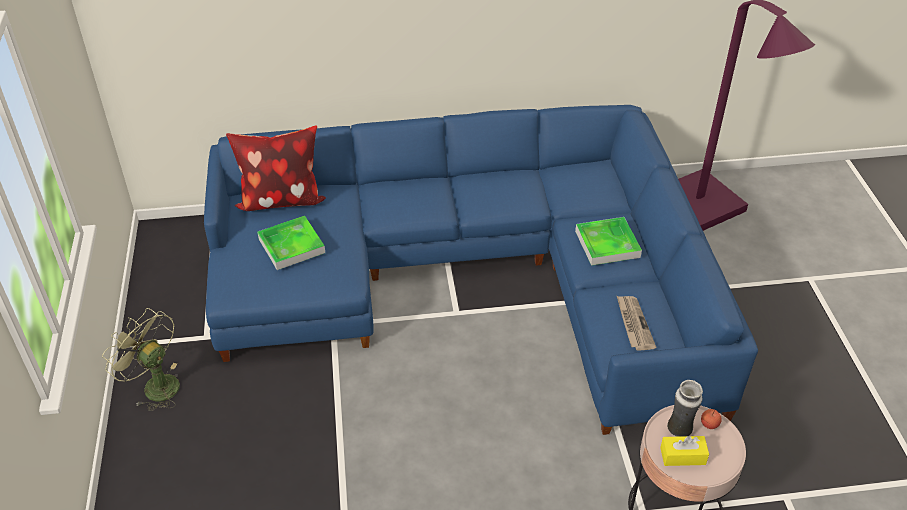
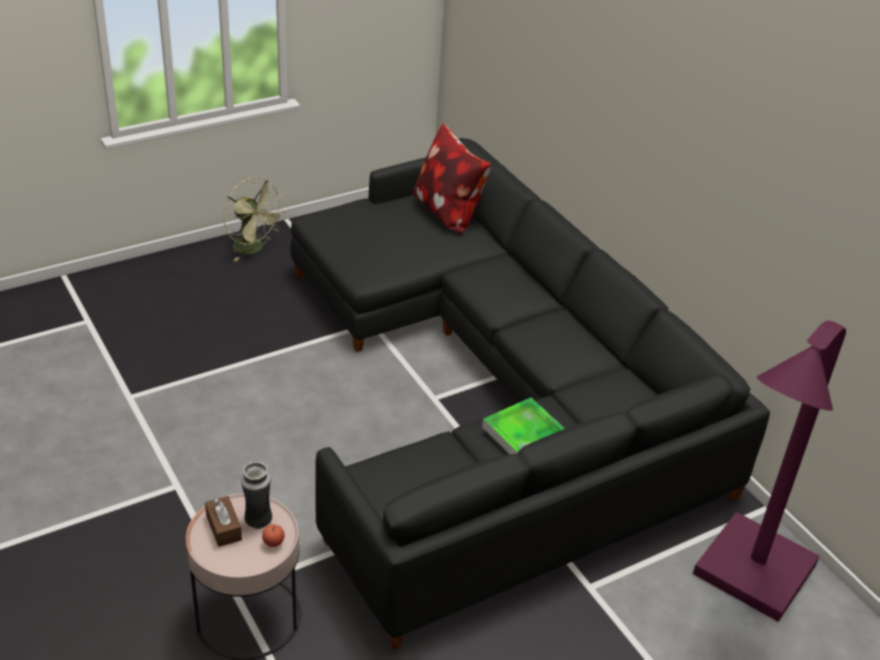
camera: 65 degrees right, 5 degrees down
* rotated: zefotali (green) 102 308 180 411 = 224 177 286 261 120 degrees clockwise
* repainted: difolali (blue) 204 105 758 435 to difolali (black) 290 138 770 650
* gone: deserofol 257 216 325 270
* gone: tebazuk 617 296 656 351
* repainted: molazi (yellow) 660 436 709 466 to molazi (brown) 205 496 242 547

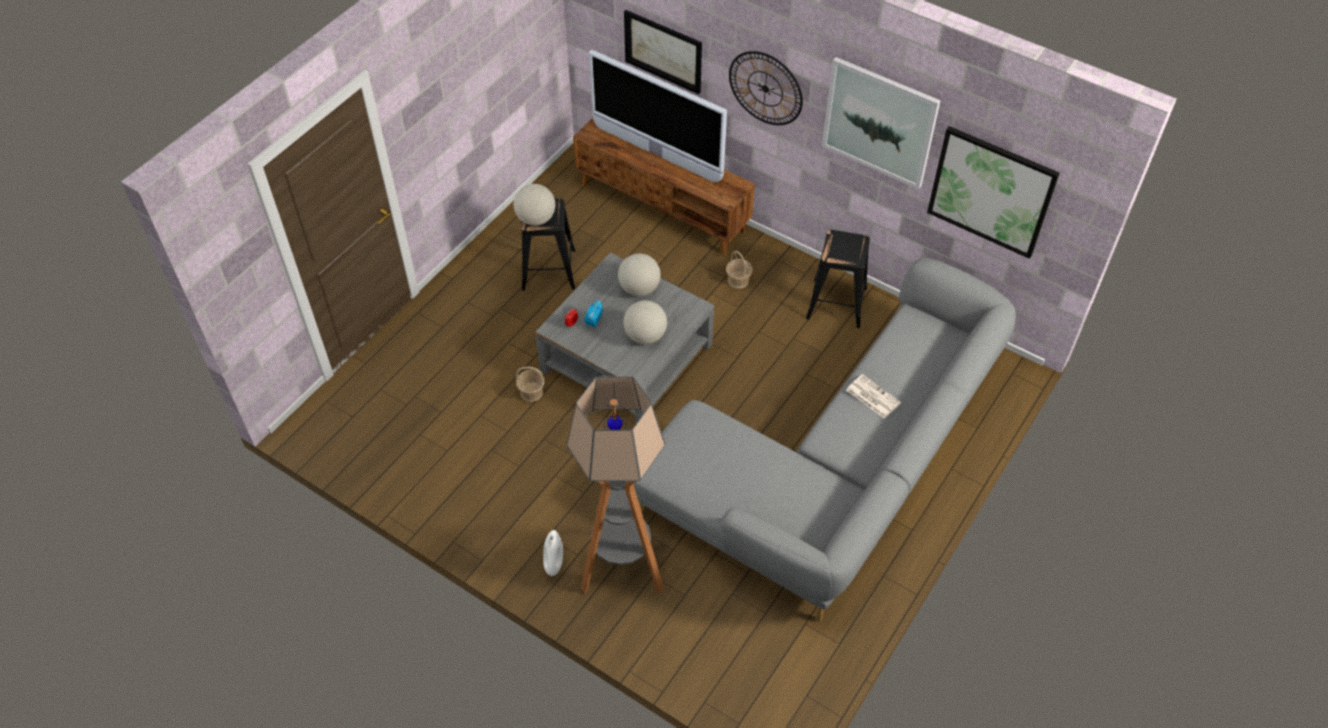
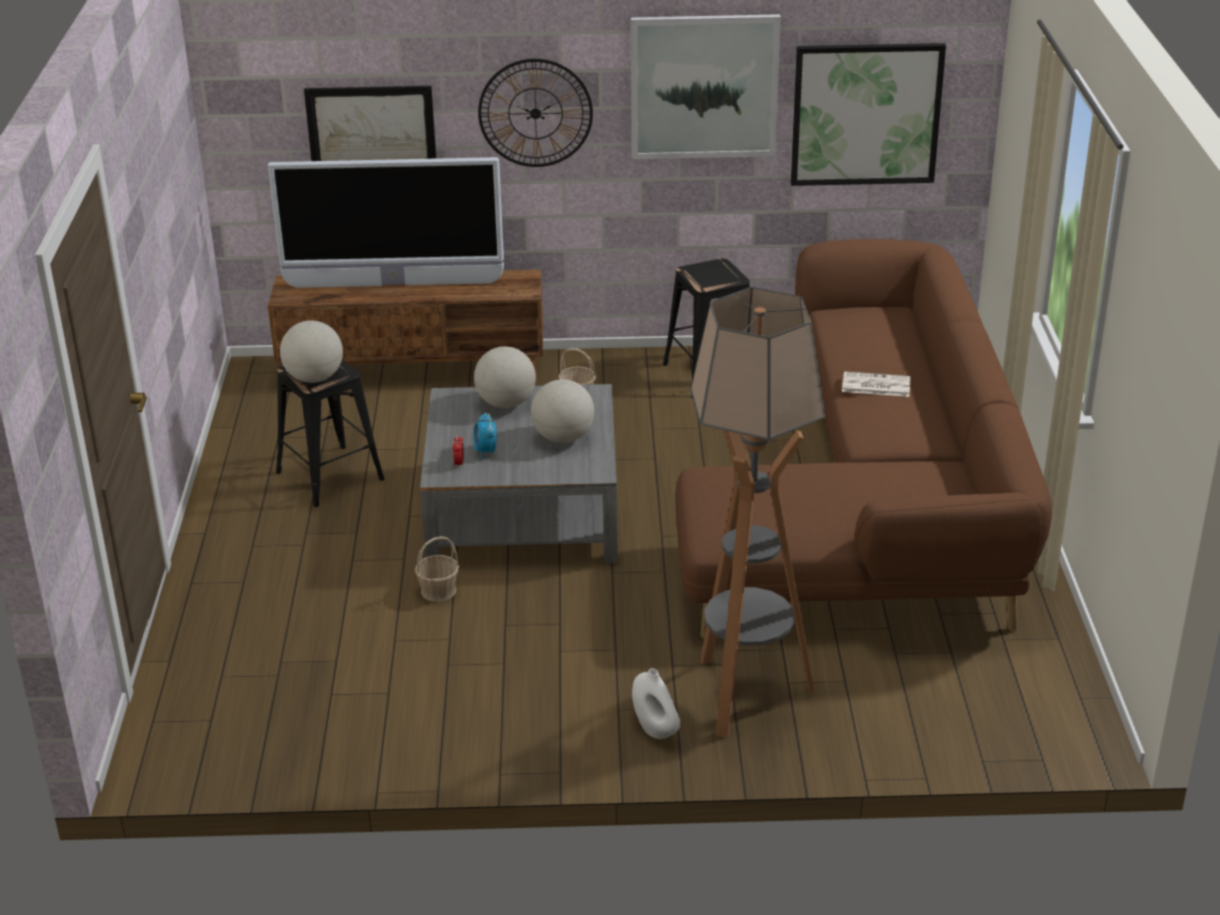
camera: 35 degrees left, 20 degrees down
* repainted: difolali (grey) 634 257 1016 622 to difolali (brown) 675 239 1052 639

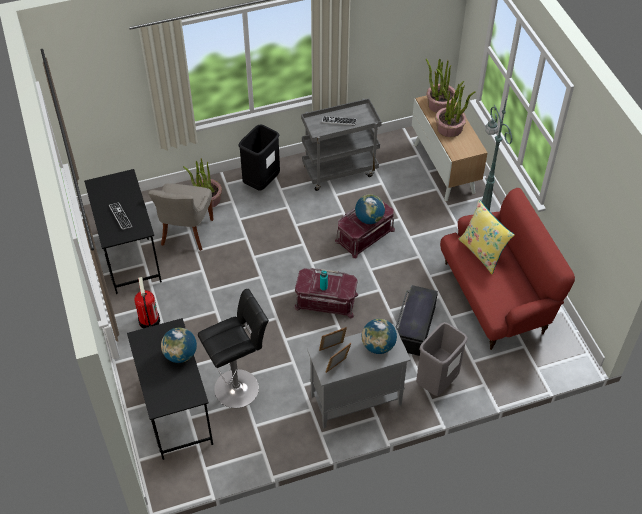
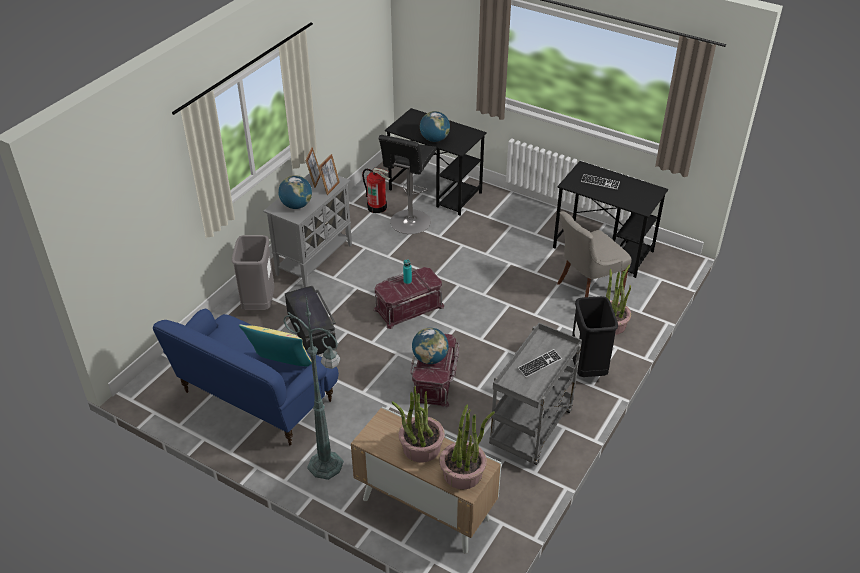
camera: 140 degrees right, 10 degrees down
* shifted: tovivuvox 134 277 160 329 to 362 168 391 213
* rotated: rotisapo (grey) 148 183 214 251 = 557 211 631 297 90 degrees counterclockwise
* repainted: difolali (red) 440 188 575 350 to difolali (blue) 153 309 339 446

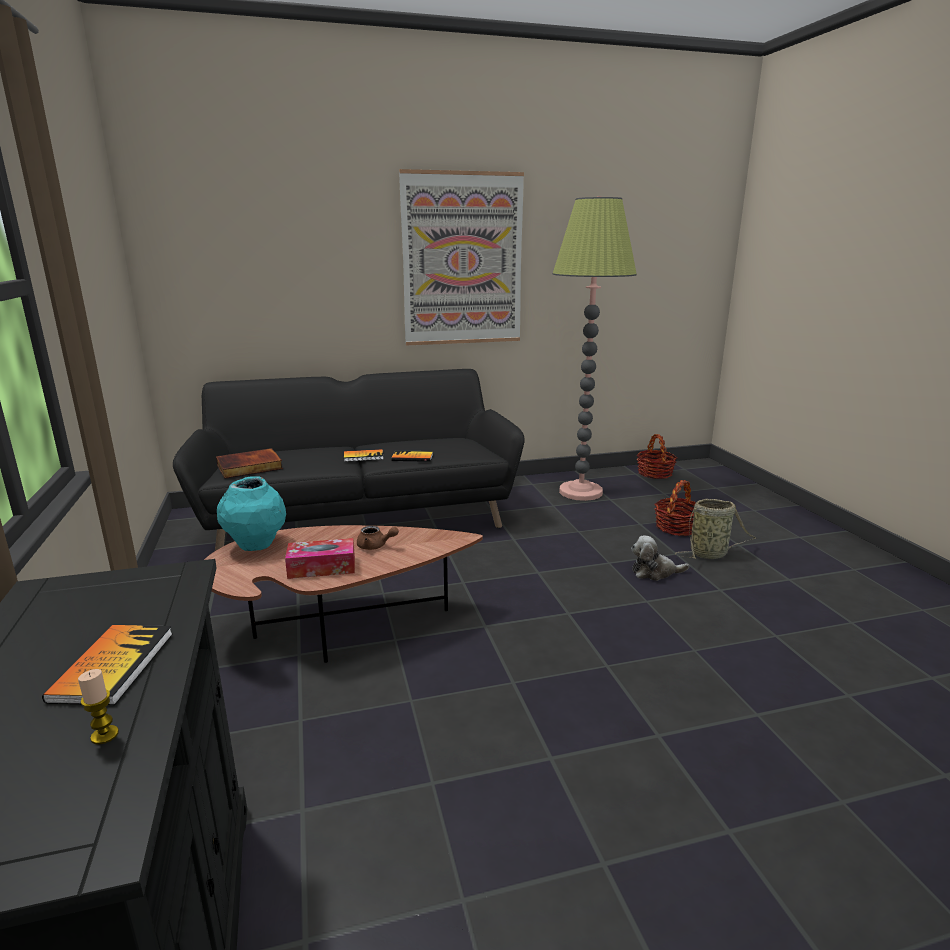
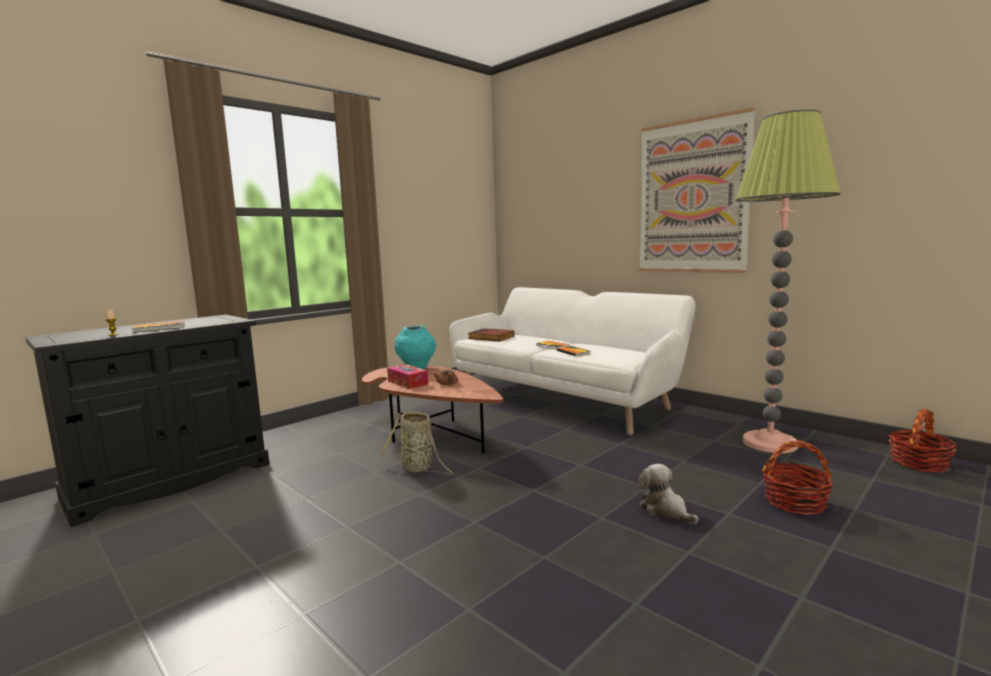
camera: 60 degrees right, 10 degrees down
* repainted: difolali (black) 173 369 525 551 to difolali (white) 450 287 696 435
* shifted: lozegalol 675 499 756 559 to 380 412 455 475

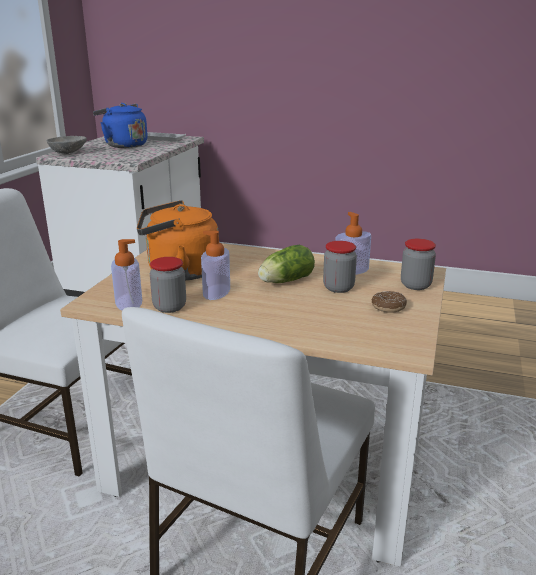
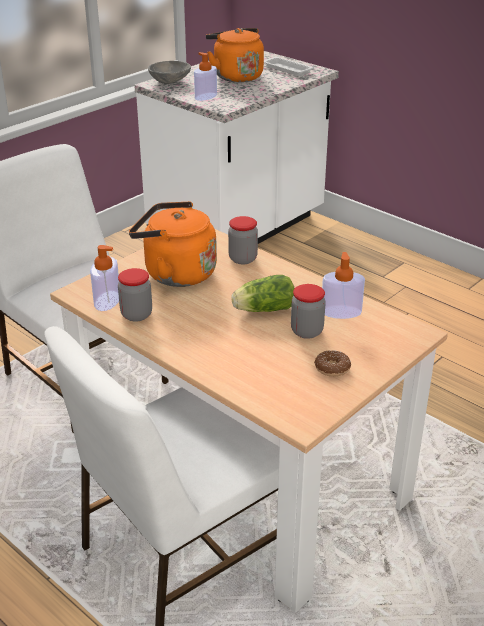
camera: 25 degrees right, 10 degrees up
* repainted: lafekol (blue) 93 103 148 148 to lafekol (orange) 206 28 264 82
* shifted: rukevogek 201 231 230 300 to 194 52 217 101
* shifted: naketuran 401 239 436 290 to 228 216 258 264

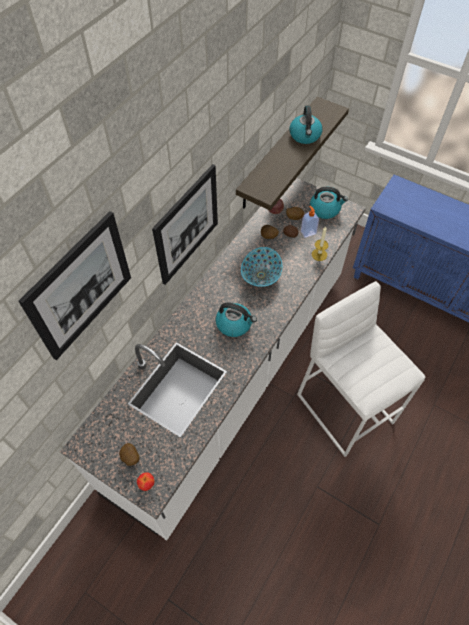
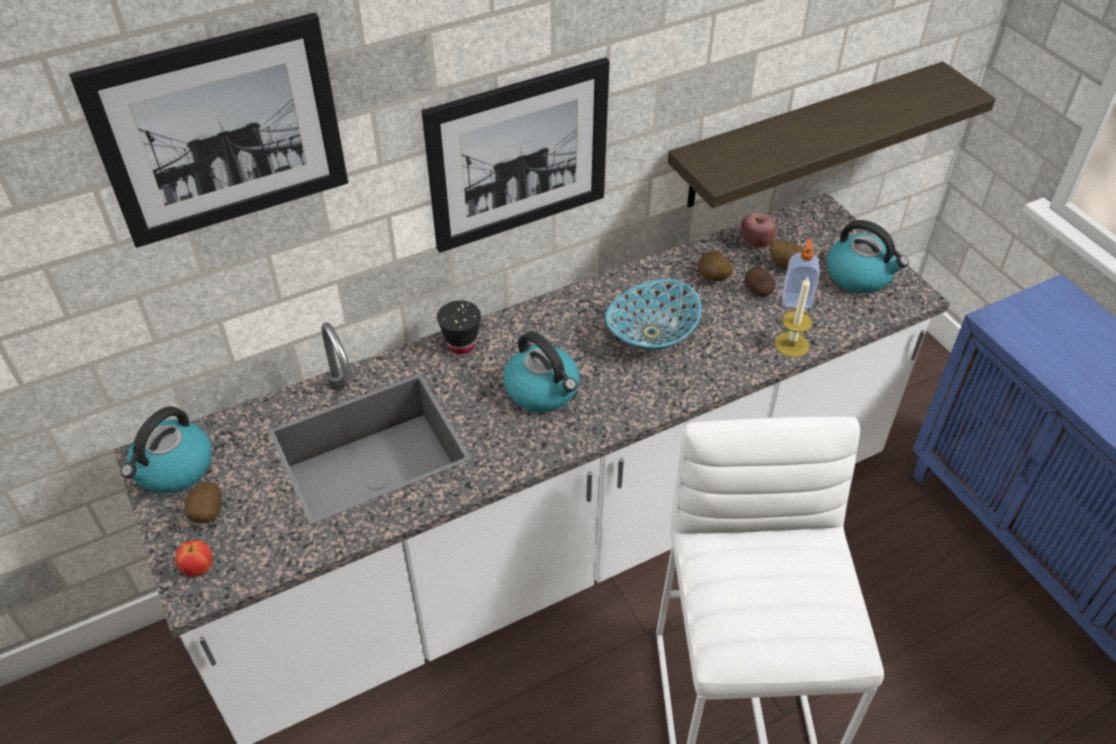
camera: 30 degrees right, 10 degrees down
* shifted: lafekol 289 106 323 144 to 121 406 212 493
* new: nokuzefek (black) 437 300 481 354

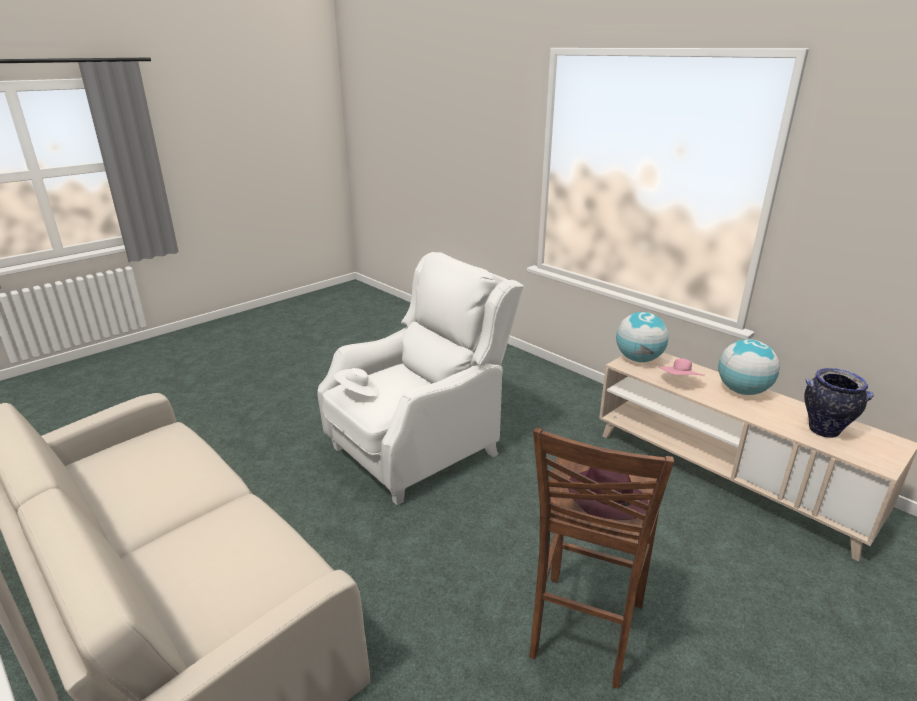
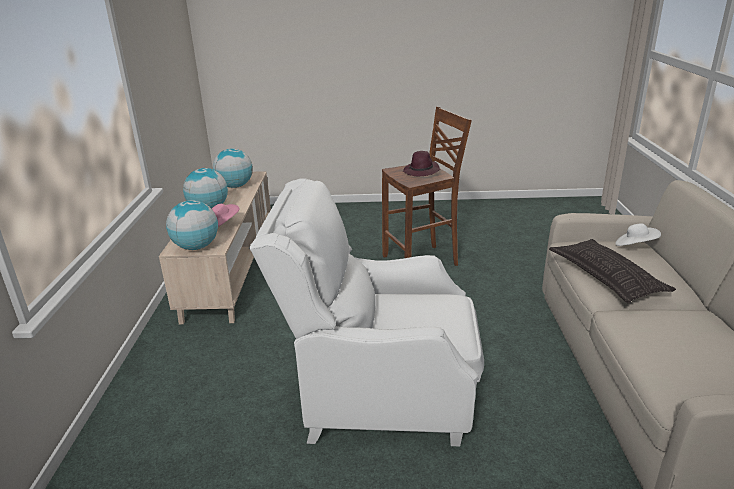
camera: 135 degrees left, 0 degrees up
* shifted: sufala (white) 333 368 379 397 to 615 223 661 246
* swapped: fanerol 804 368 874 438 to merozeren 213 148 253 188
* new: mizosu 549 239 676 304

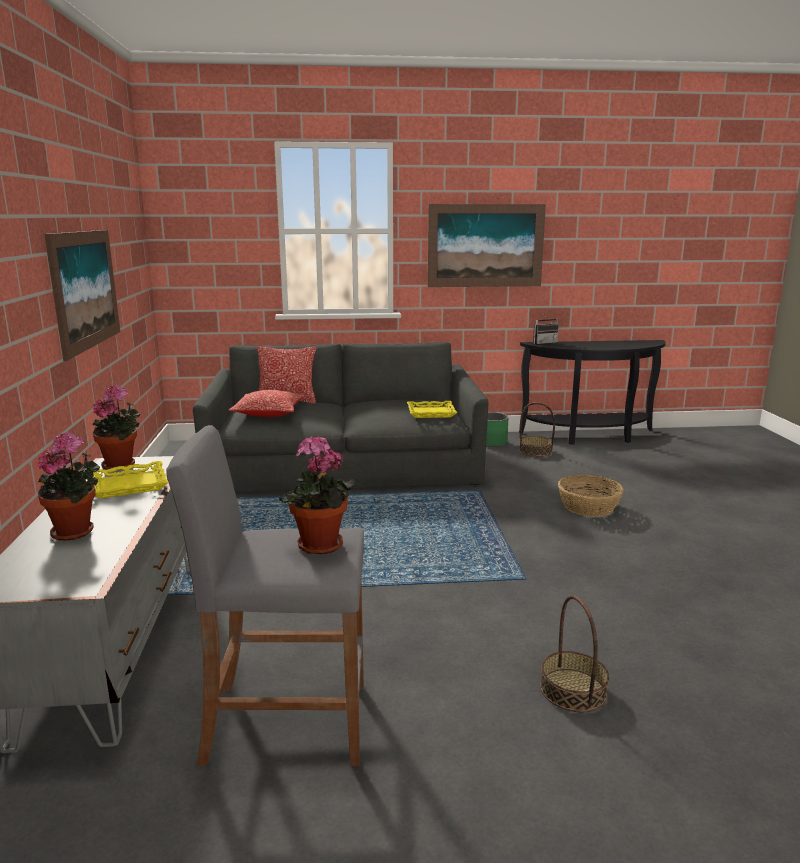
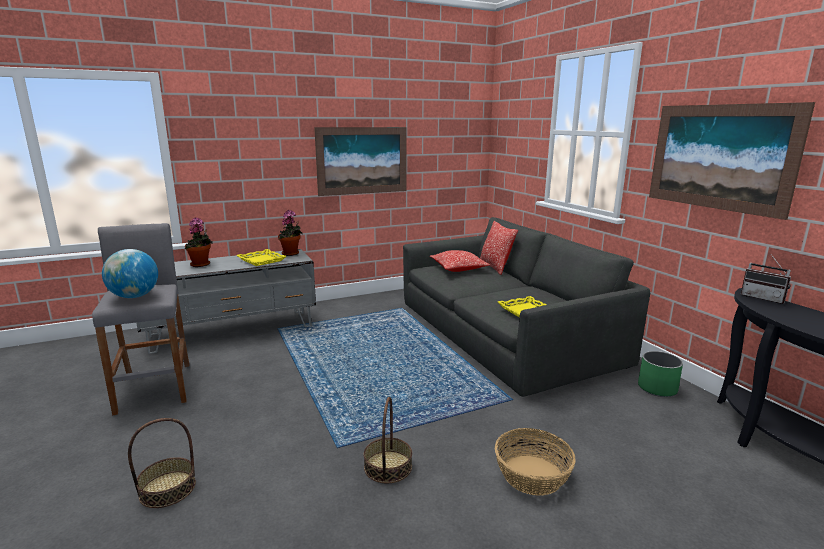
camera: 70 degrees right, 0 degrees up
* swapped: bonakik 279 435 355 554 to merozeren 102 249 158 298
* shifted: lozegalol 519 402 555 457 to 363 397 412 483

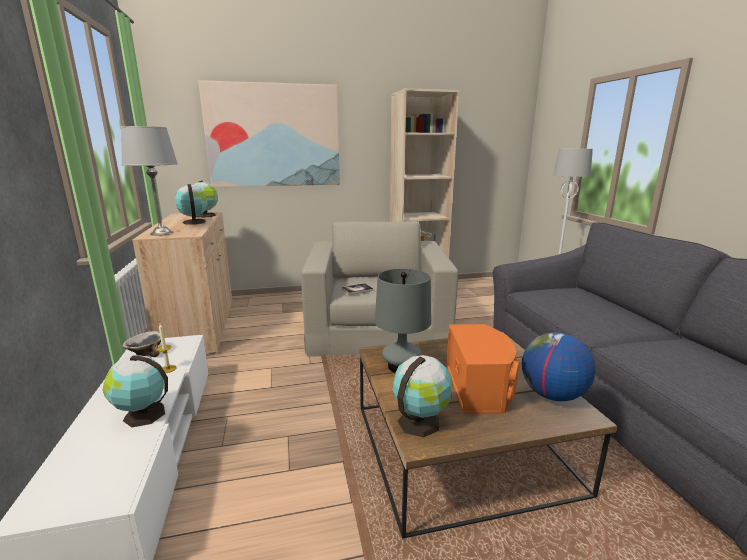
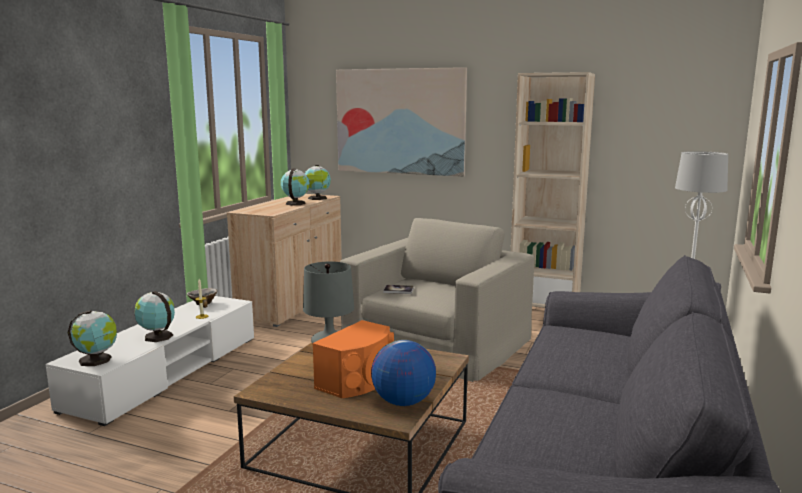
camera: 35 degrees right, 5 degrees down
* gone: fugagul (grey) 121 126 178 236
* shifted: merozeren 393 355 452 437 to 68 310 117 366

